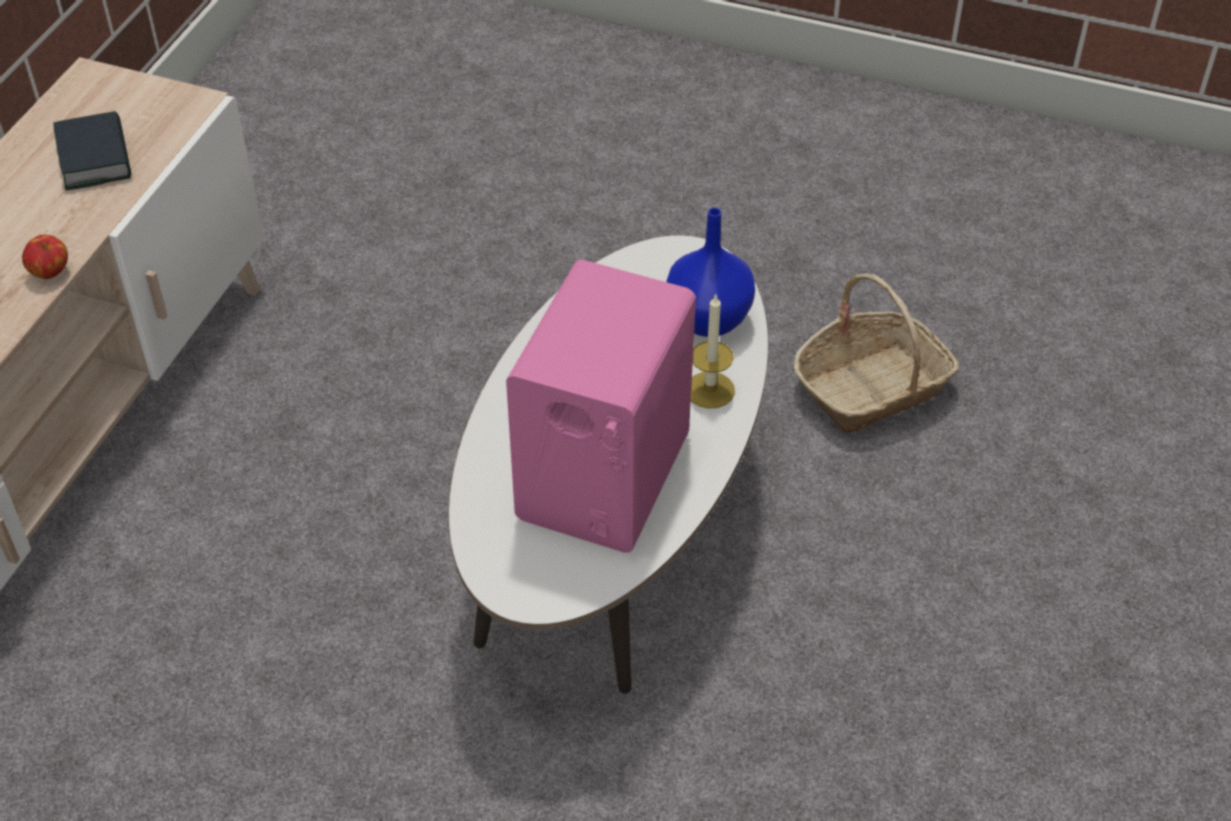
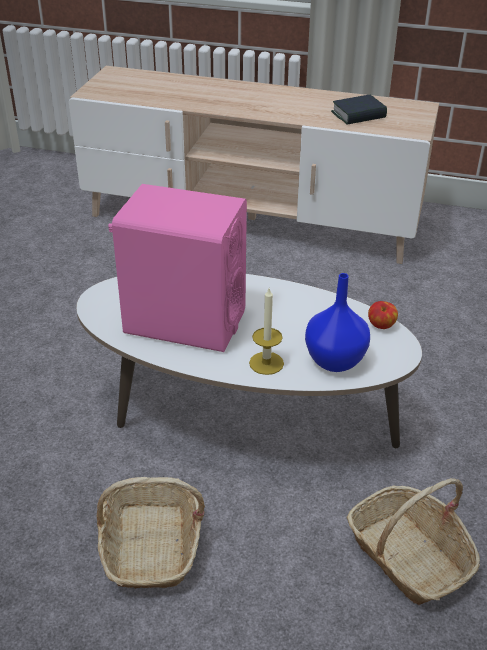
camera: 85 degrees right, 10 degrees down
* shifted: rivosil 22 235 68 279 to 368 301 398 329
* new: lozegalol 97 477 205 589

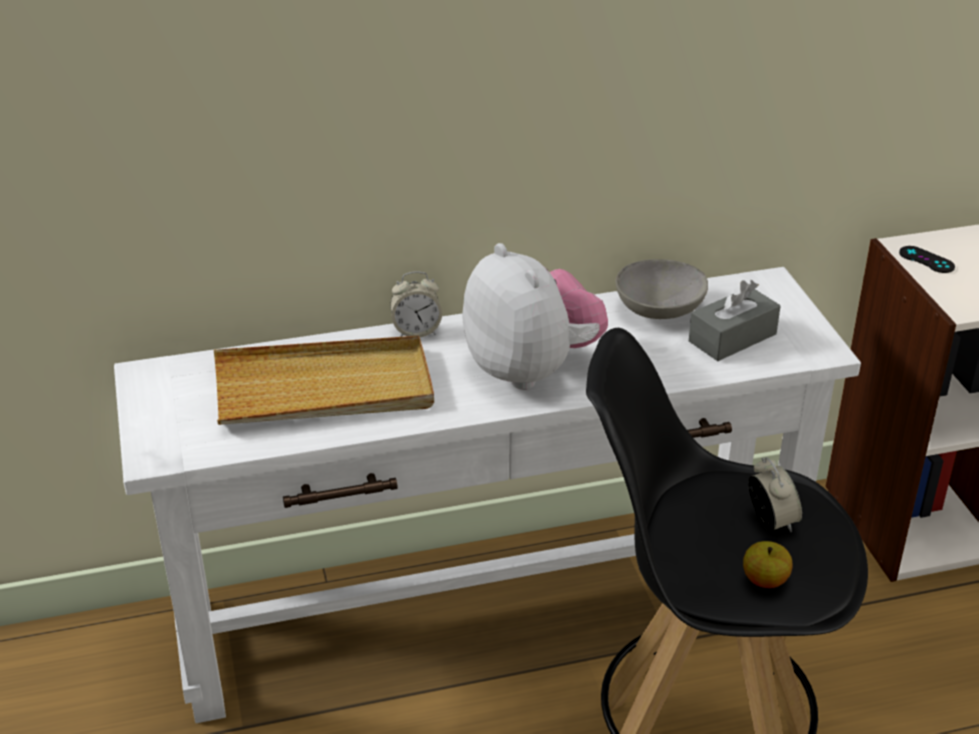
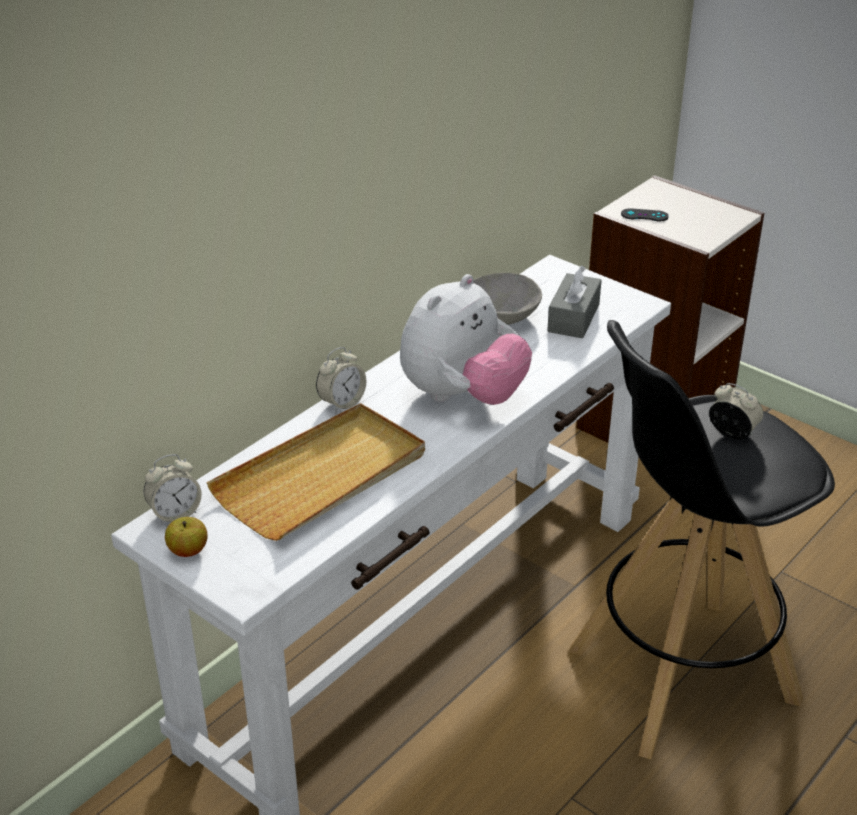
camera: 35 degrees left, 0 degrees up
* rotated: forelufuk 463 243 608 390 = 400 274 532 405 105 degrees clockwise
* shifted: rivosil 743 541 793 588 to 165 517 207 557
* new: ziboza 144 454 202 525

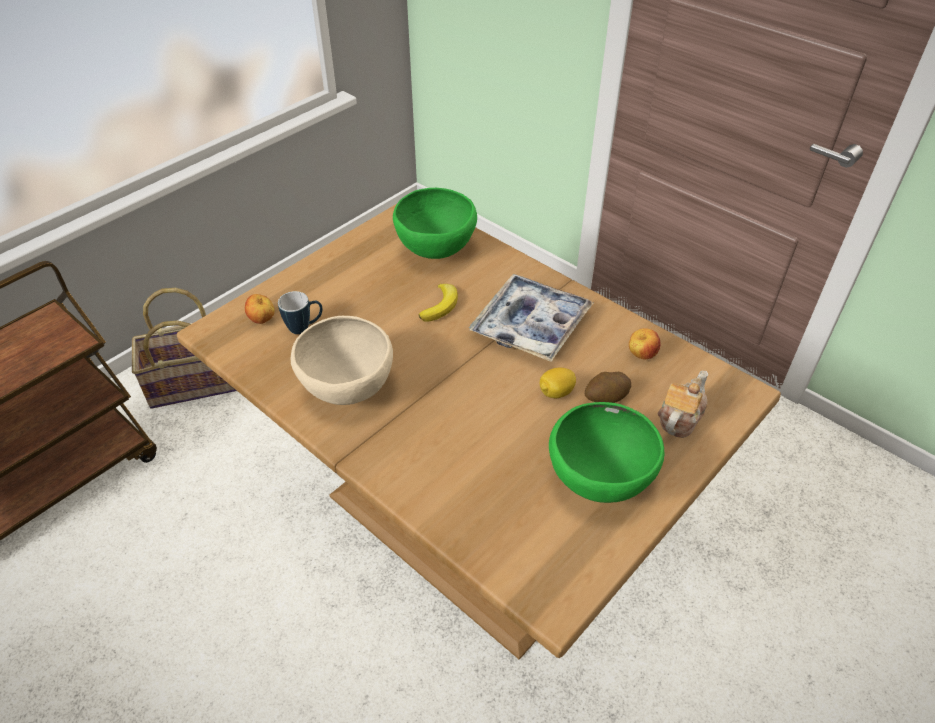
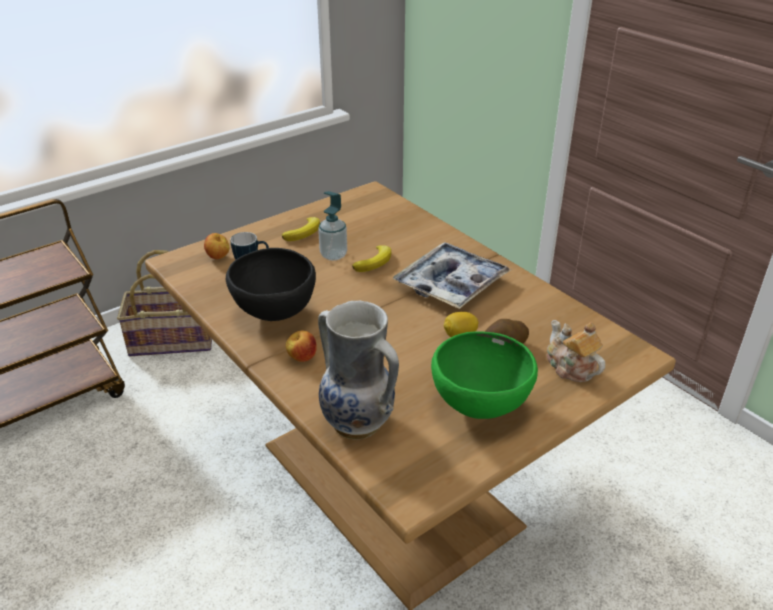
camera: 10 degrees right, 10 degrees down
* repainted: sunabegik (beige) 291 316 393 405 to sunabegik (black) 226 248 316 321
* gone: sunabegik (green) 393 188 477 259
* shifted: rivosil 629 328 661 360 to 286 330 317 362
* rotated: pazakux 658 370 708 438 = 547 320 605 382 75 degrees counterclockwise
* new: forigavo 282 217 320 241
* new: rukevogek 318 191 347 261
* new: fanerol 318 301 399 439

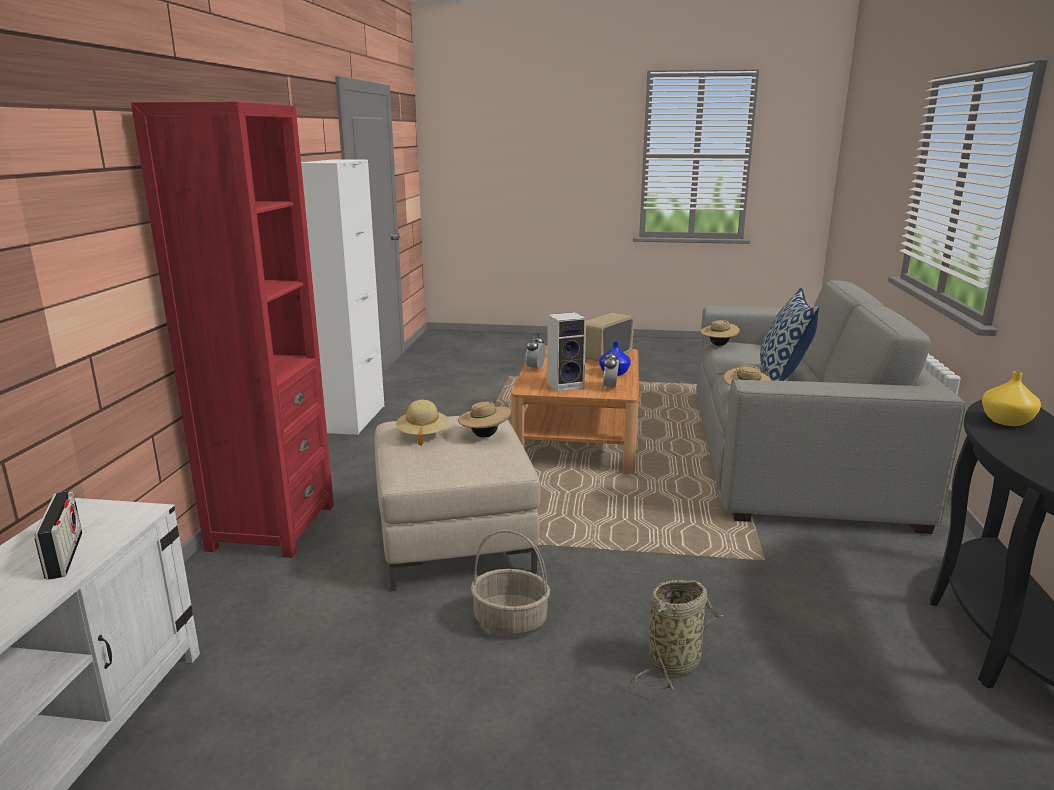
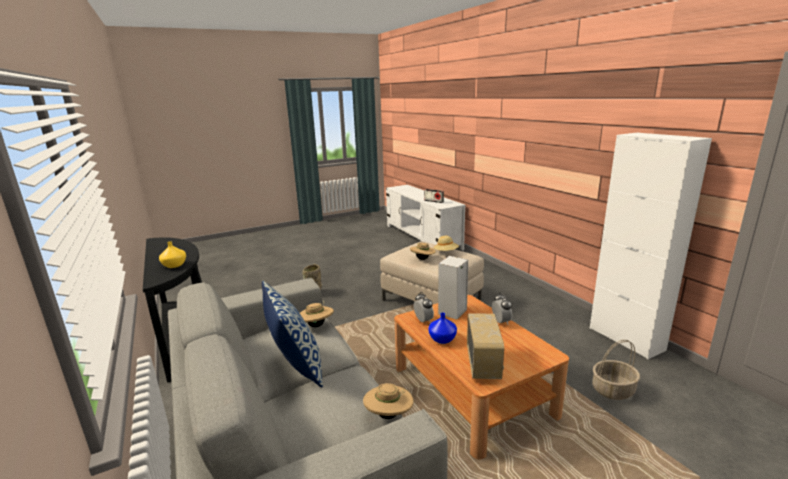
camera: 145 degrees right, 0 degrees up
* gone: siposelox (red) 131 102 334 558
* shifted: lozegalol 471 530 550 636 to 592 340 640 400

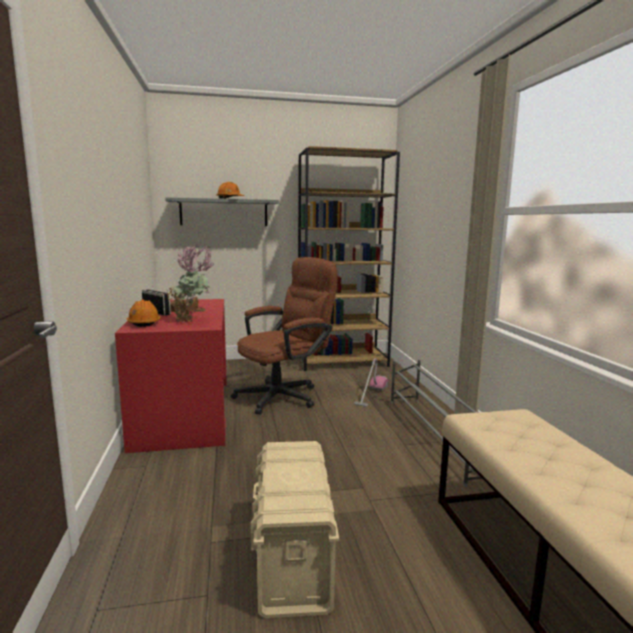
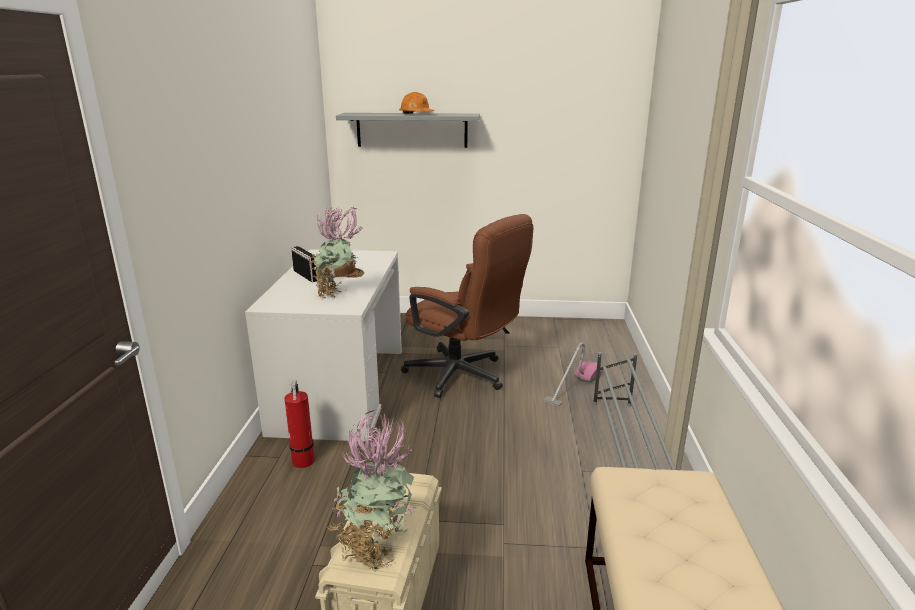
camera: 15 degrees right, 10 degrees up
* repainted: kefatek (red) 115 299 227 453 to kefatek (white) 245 249 402 442
* gone: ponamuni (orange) 127 300 161 327
* rotated: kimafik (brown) 231 257 338 415 = 401 214 533 398 60 degrees clockwise
* gone: siposelox (brown) 298 146 400 371
* new: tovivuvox 284 380 315 468
* new: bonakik 327 410 418 570

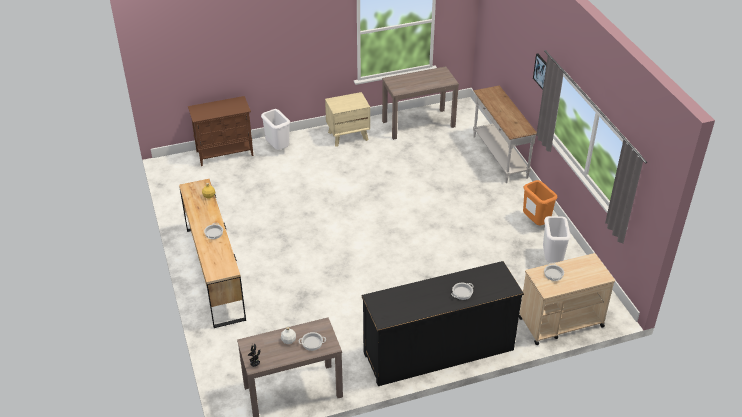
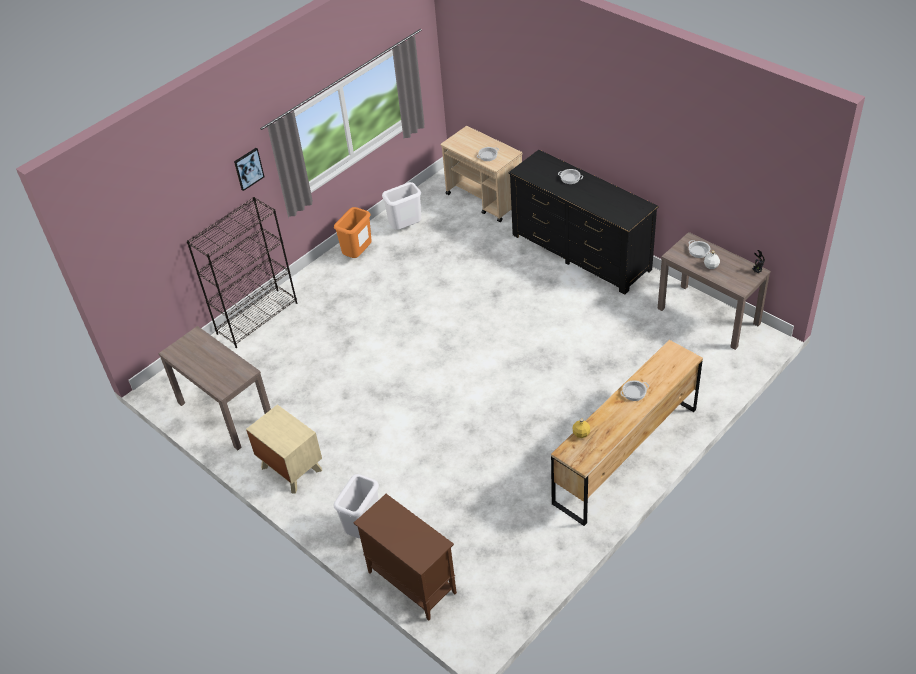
camera: 115 degrees left, 5 degrees up
* swapped: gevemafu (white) 473 85 537 183 to siposelox (black) 187 197 297 348

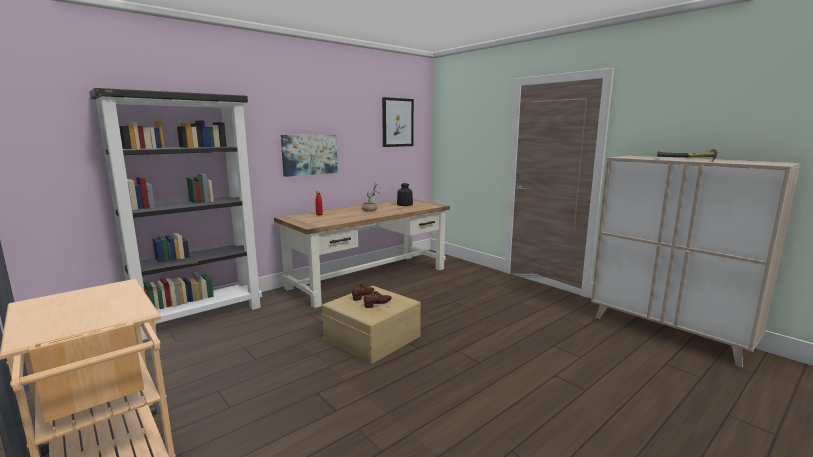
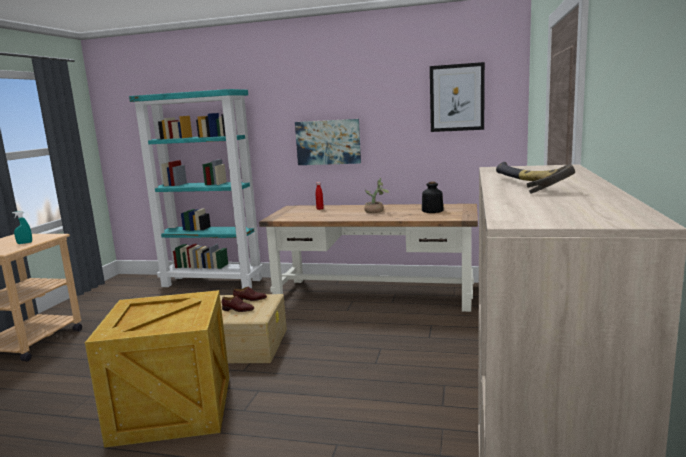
camera: 55 degrees right, 0 degrees up
* repainted: siposelox (black) 89 88 262 340 to siposelox (turquoise) 129 89 263 289
* new: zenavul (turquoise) 12 211 32 244
* new: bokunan 85 290 229 448

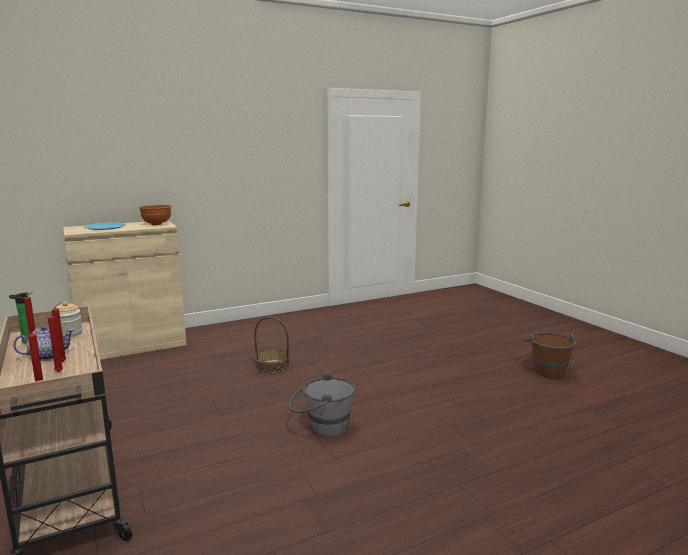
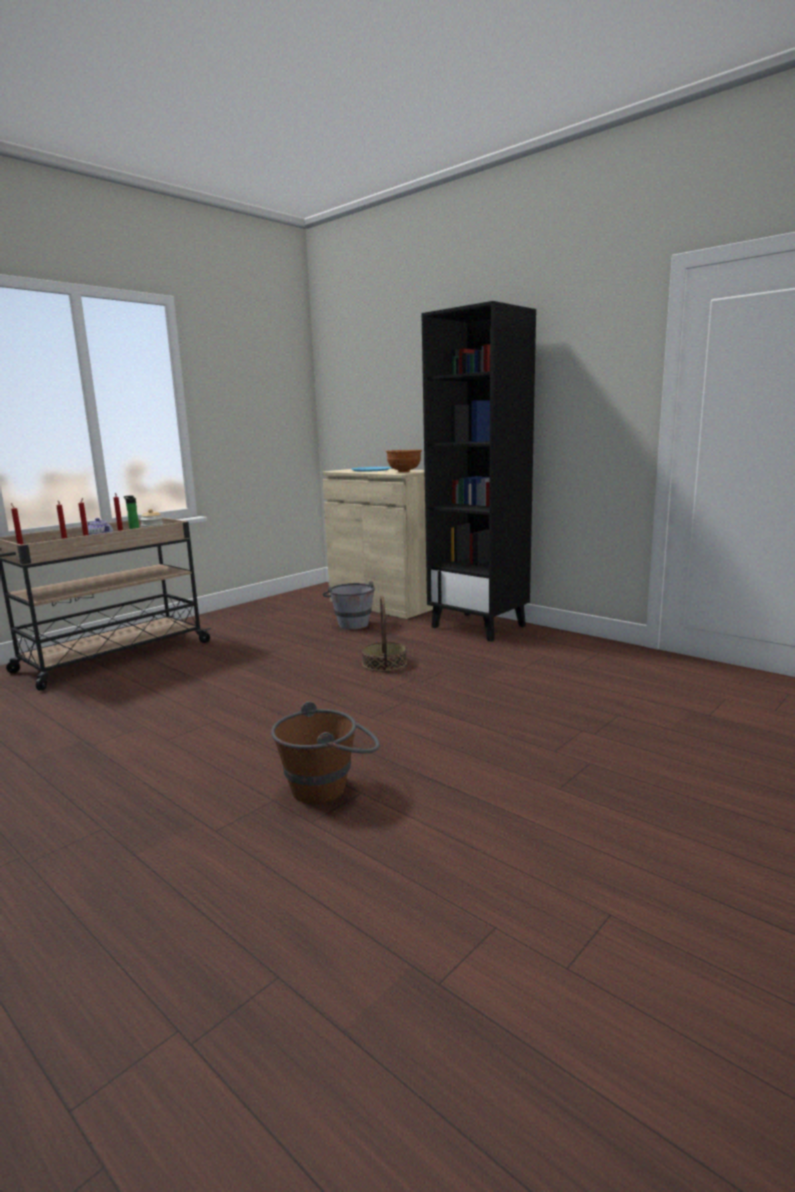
camera: 70 degrees right, 0 degrees up
* shifted: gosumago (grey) 288 371 356 437 to 322 580 375 630
* shifted: gosumago (brown) 523 332 576 378 to 271 702 380 804
* new: siposelox (black) 421 301 536 642

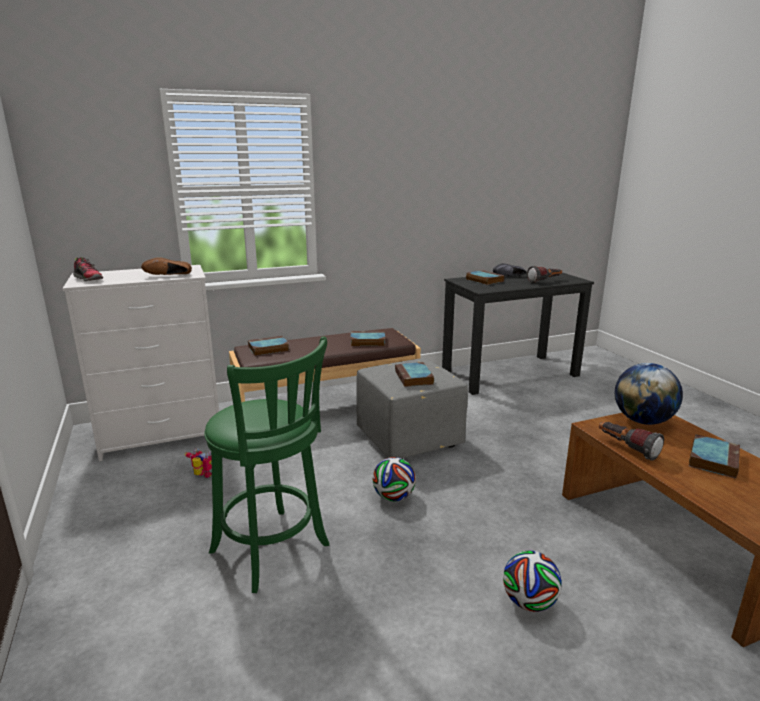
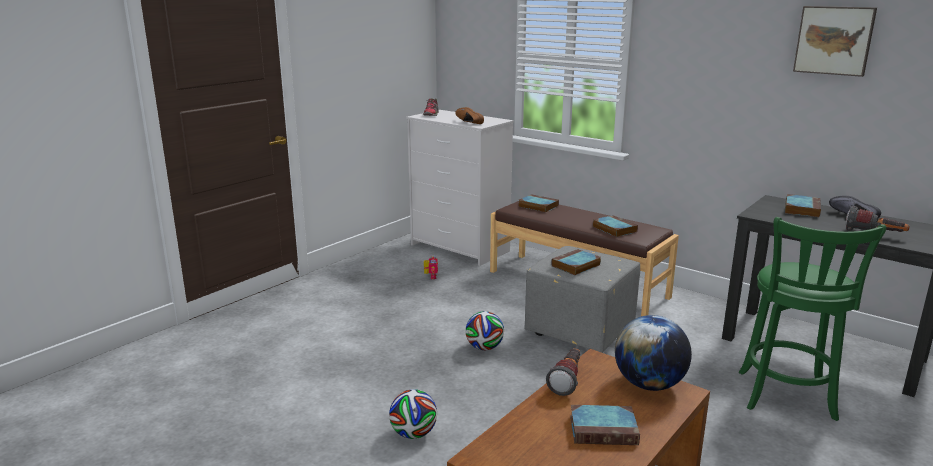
camera: 60 degrees right, 0 degrees up
* shifted: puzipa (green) 204 336 329 593 to 739 217 886 421
* new: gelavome 793 6 877 77

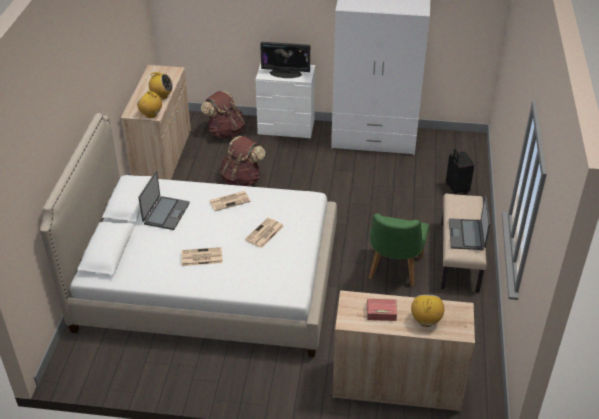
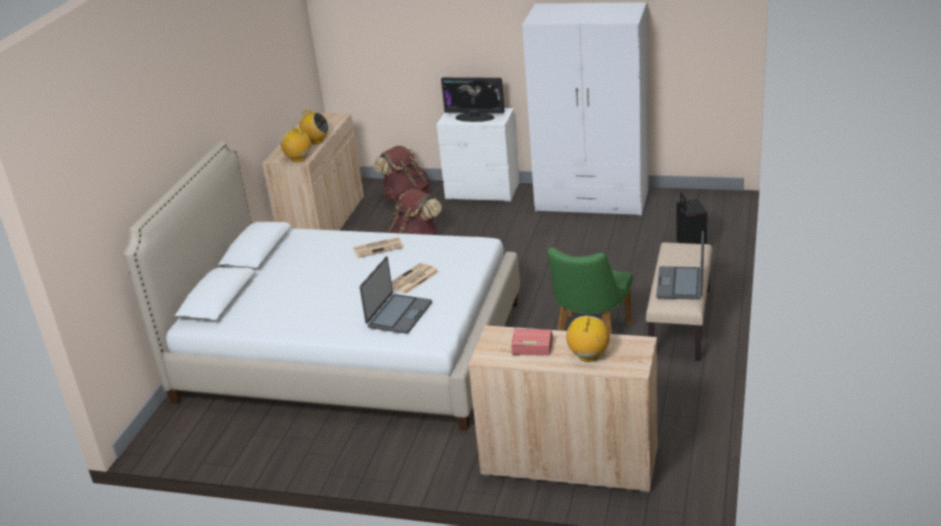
camera: 10 degrees right, 10 degrees down
* shifted: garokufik 138 171 190 230 to 359 256 432 334
* gone: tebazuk 181 247 223 266

